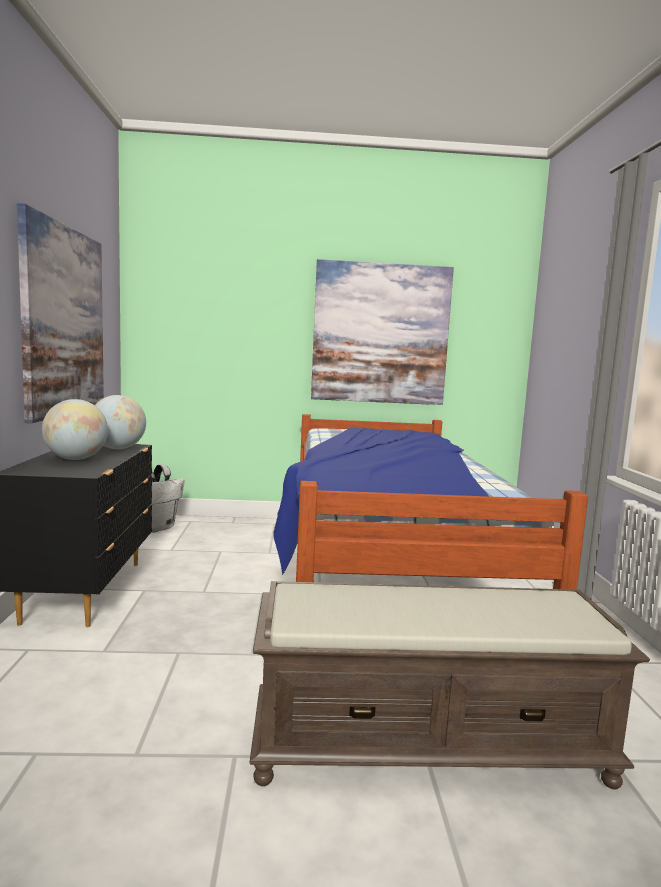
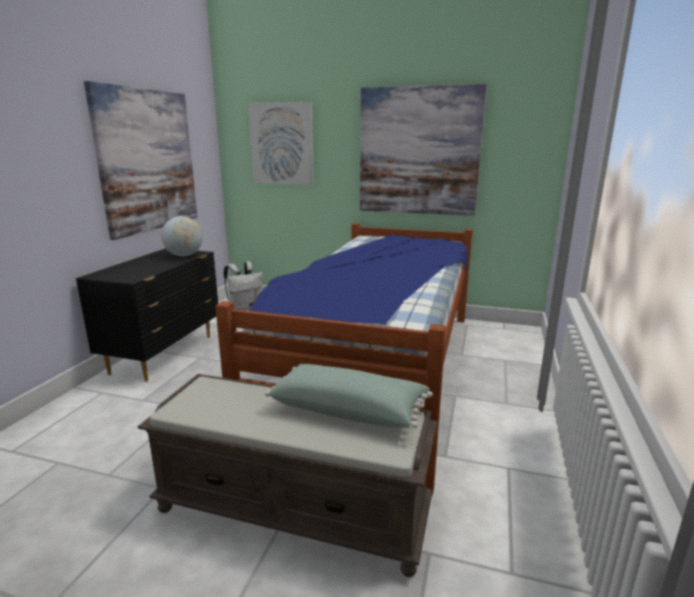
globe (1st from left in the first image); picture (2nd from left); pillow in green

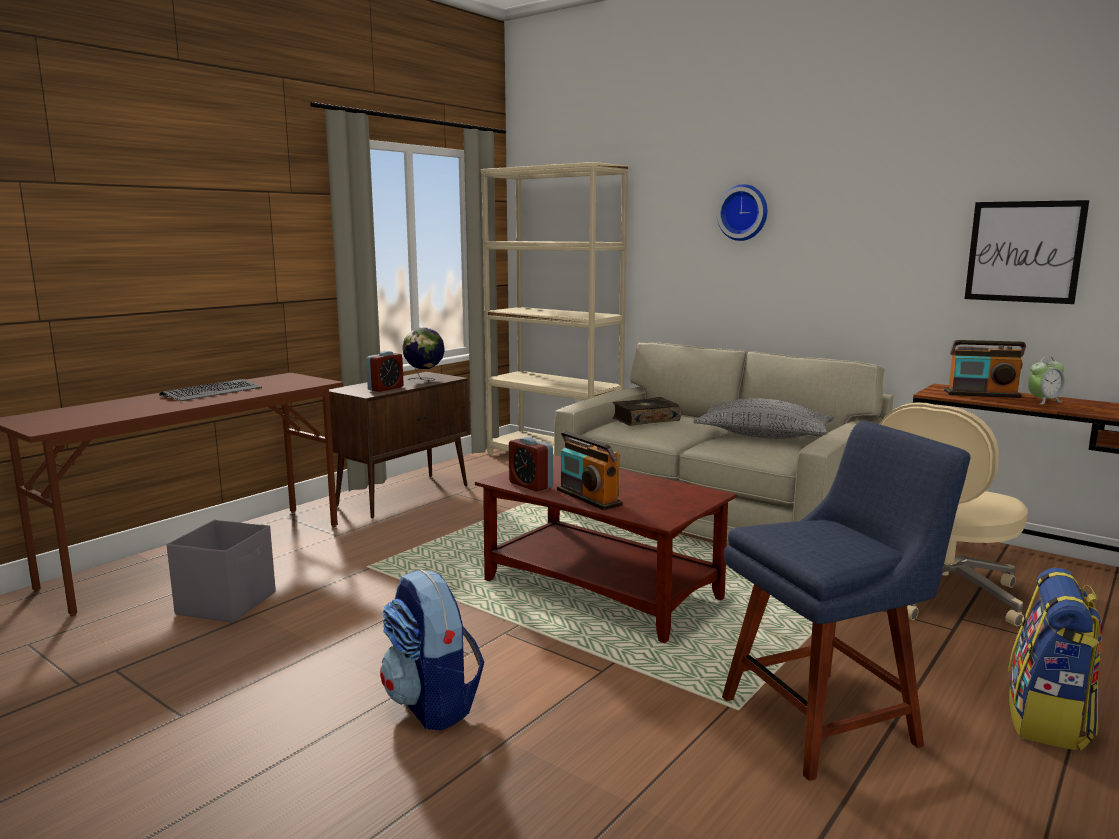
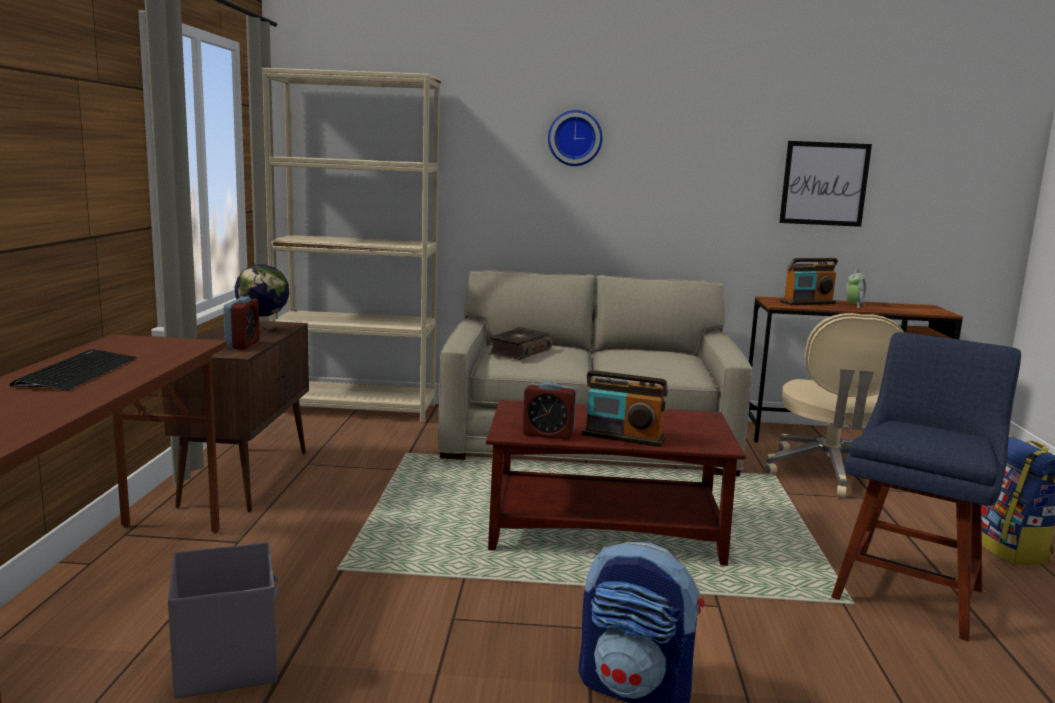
pillow in grey

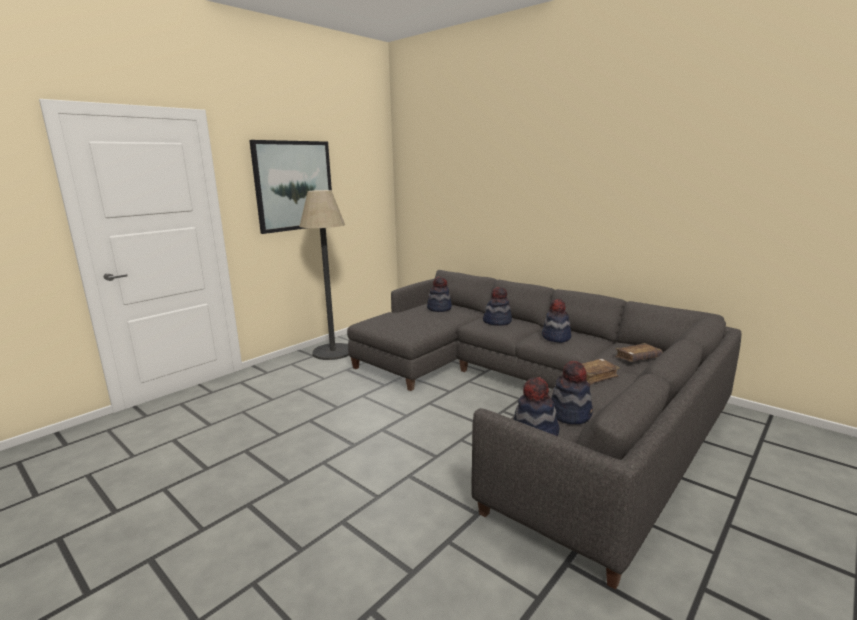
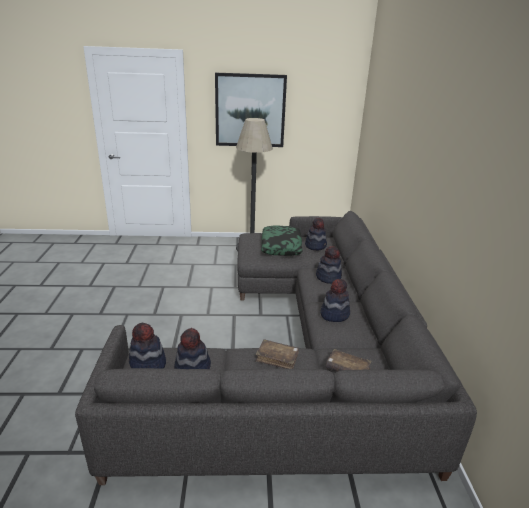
pillow

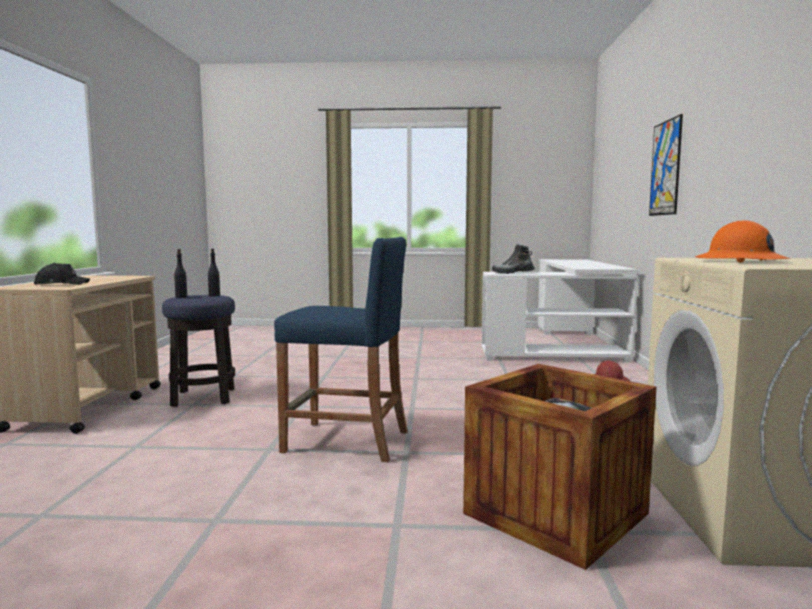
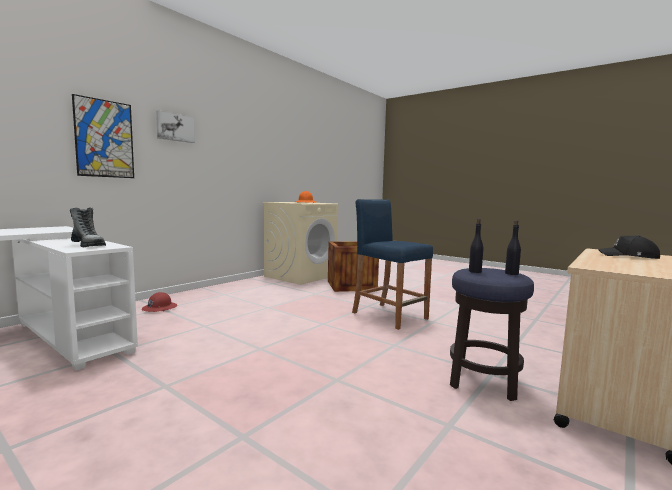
picture (2nd from left)

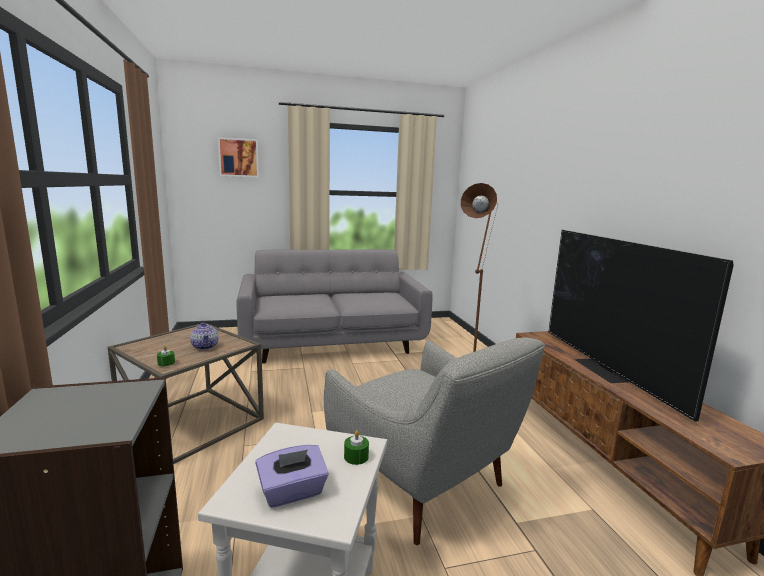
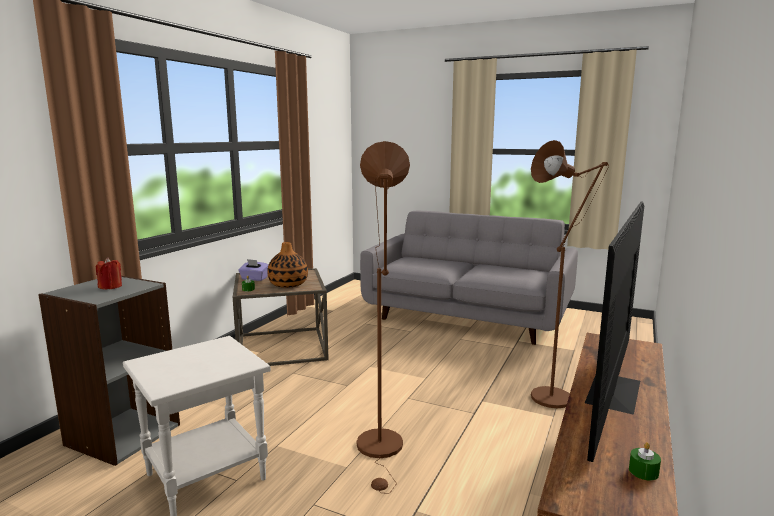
picture; candle in red; tissue box in purple; candle in green (2nd from left); vase; floor lamp in brown (1st from left)

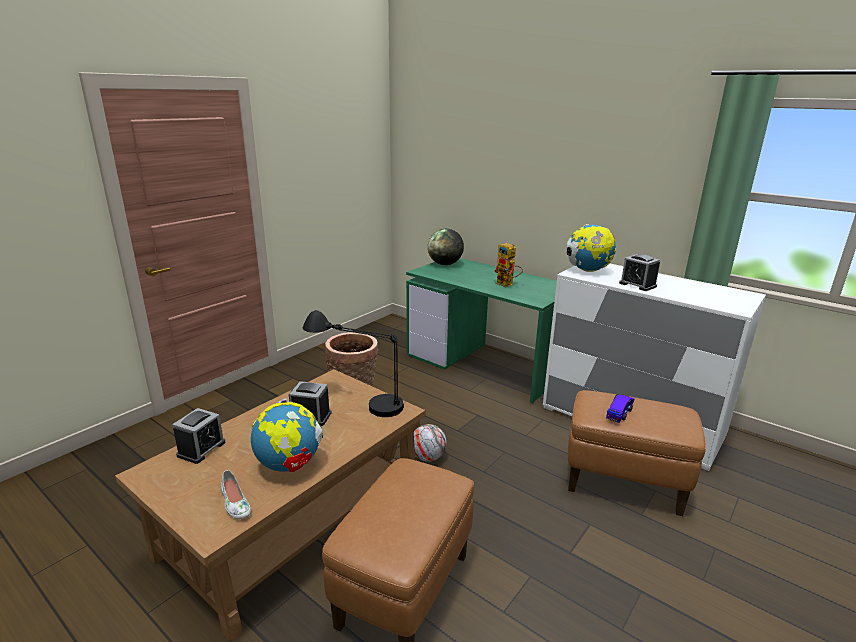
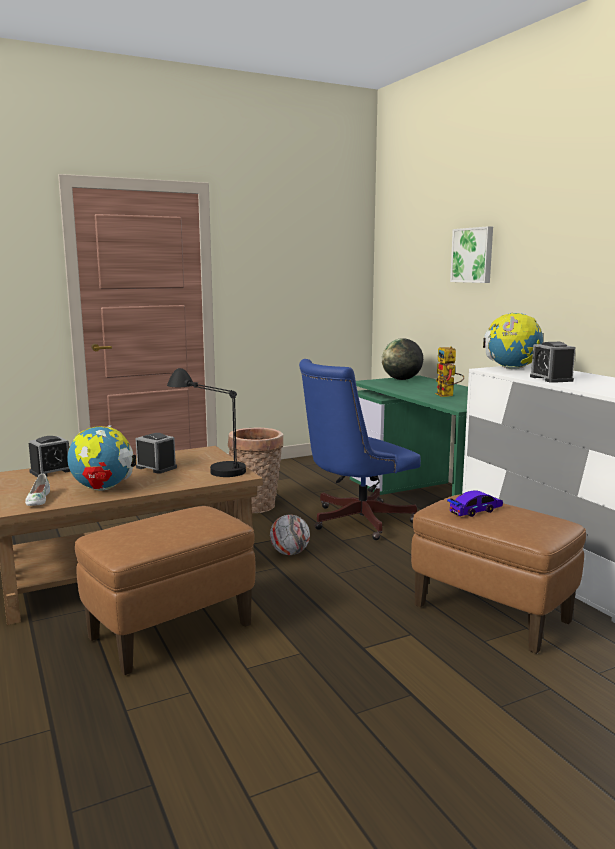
office chair in blue; picture

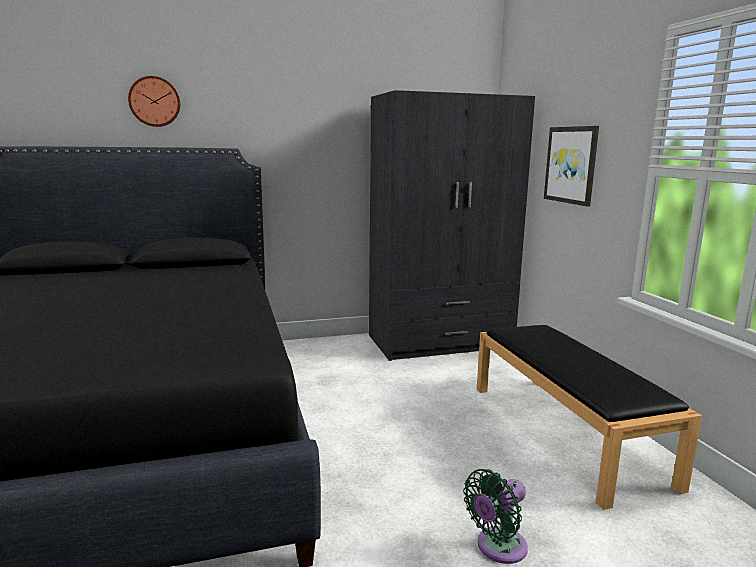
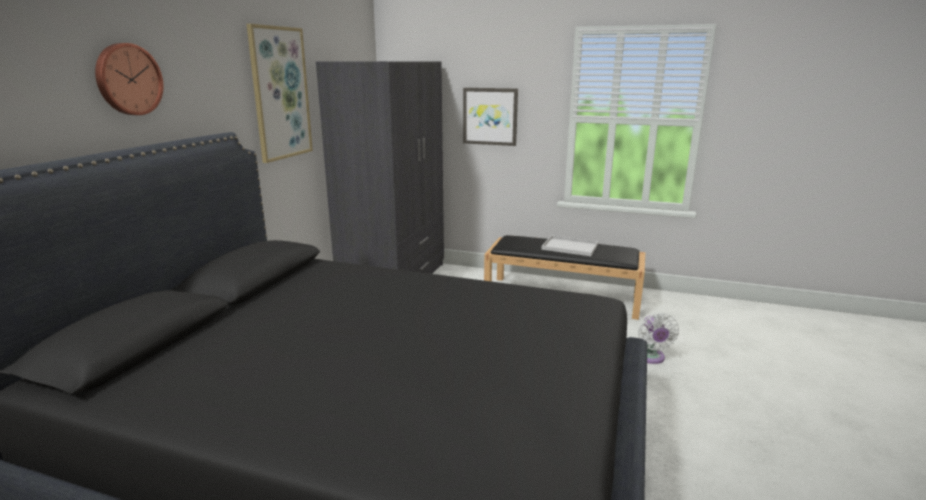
picture (1st from left); tray in white; fan in white

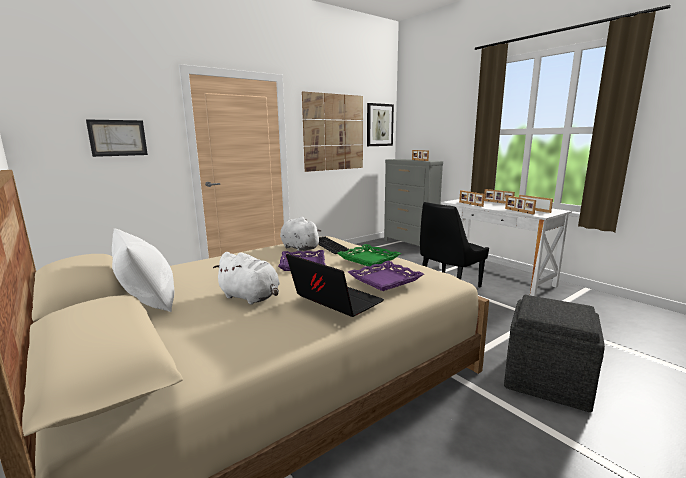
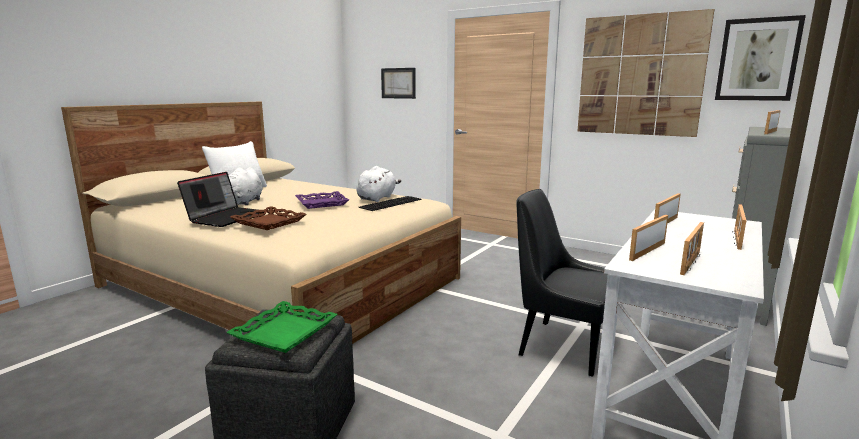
tray in green; tray in brown

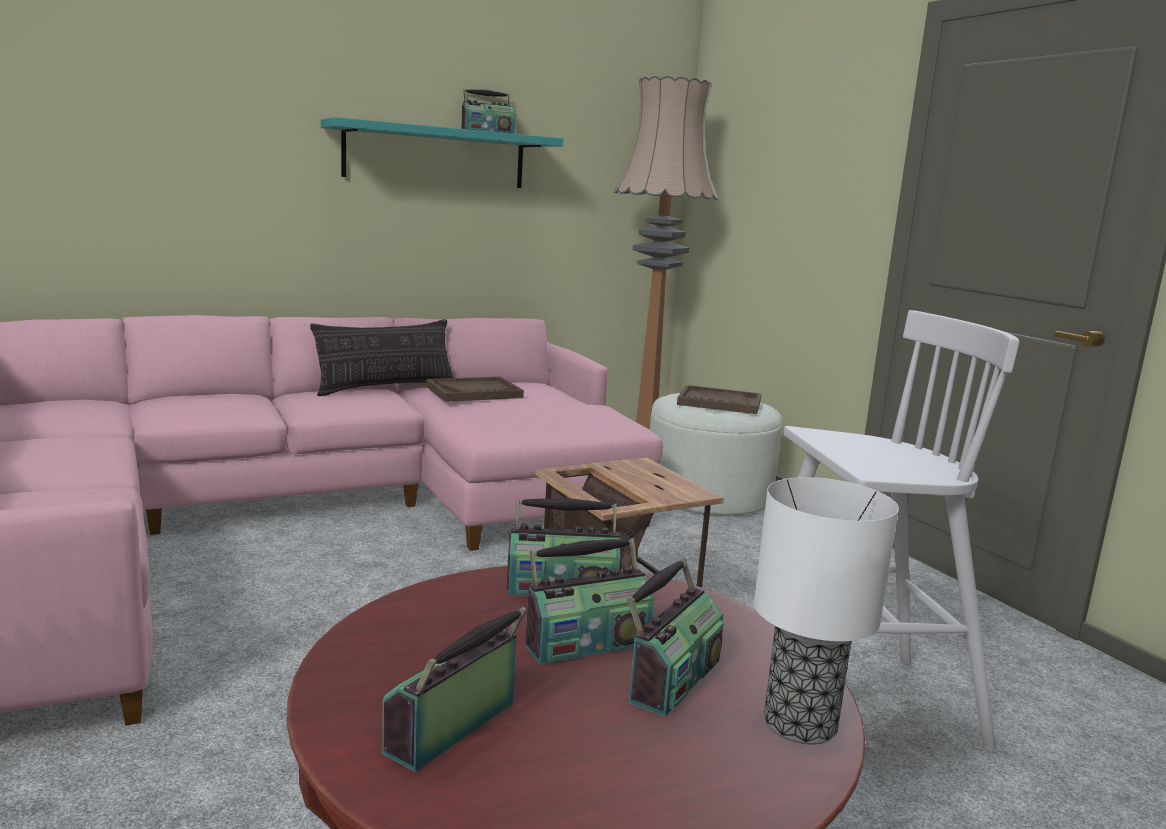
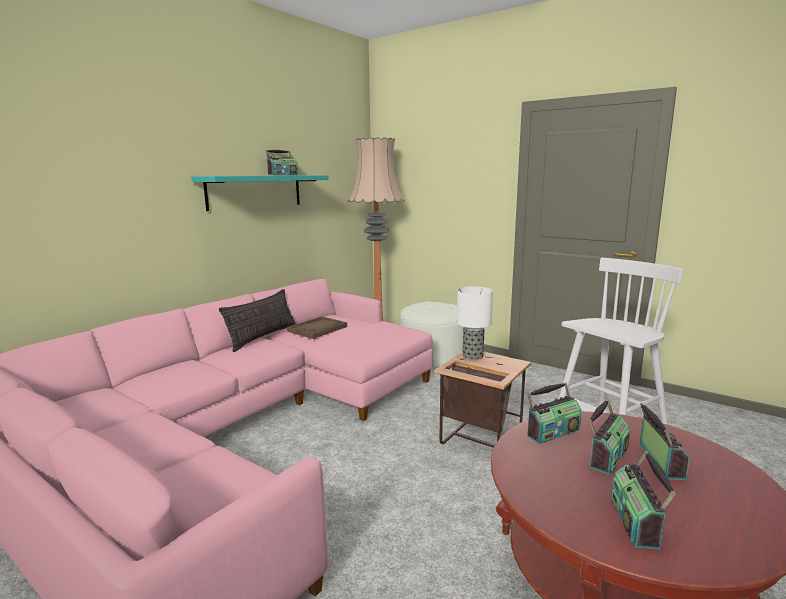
tray in brown (2nd from left in the first image); table lamp

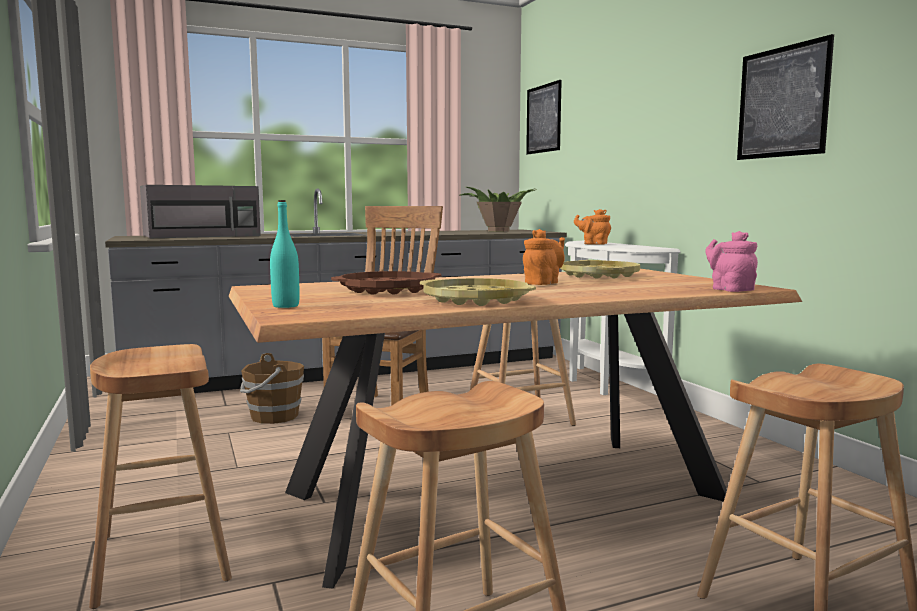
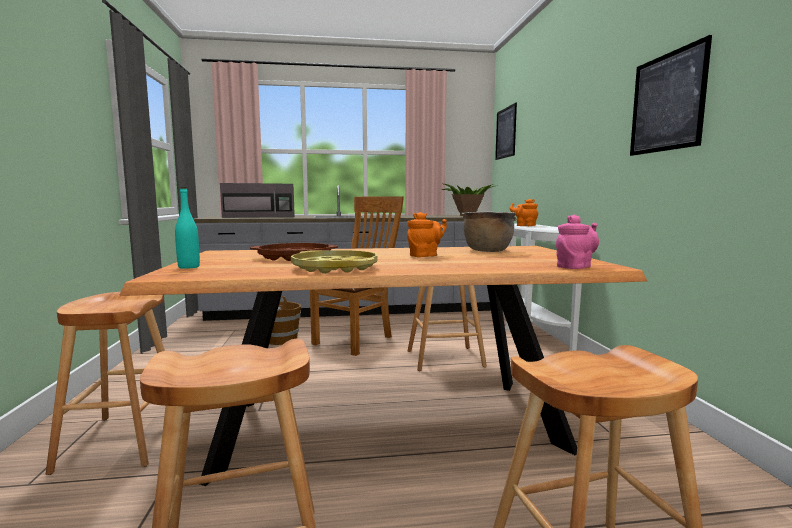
cooking pot in brown; teapot in pink

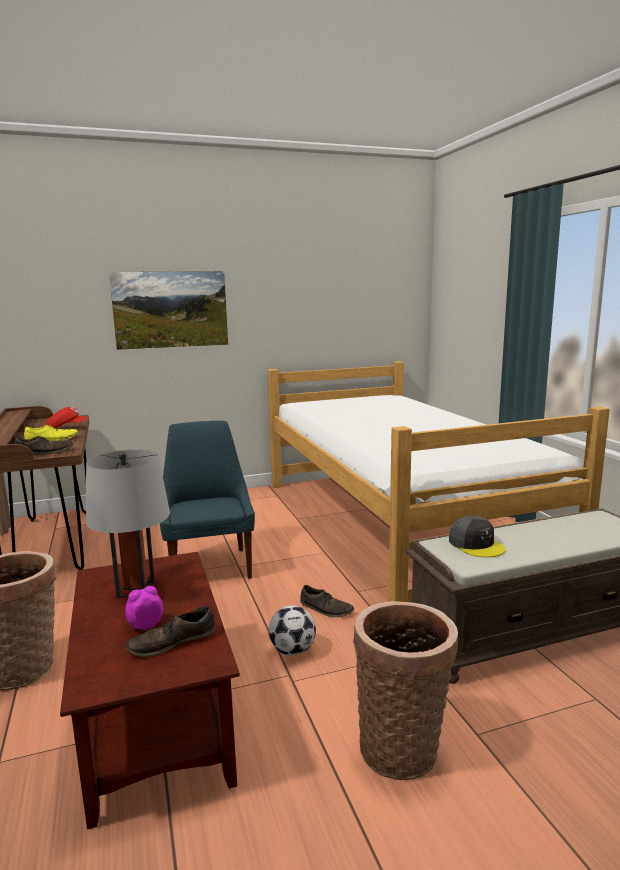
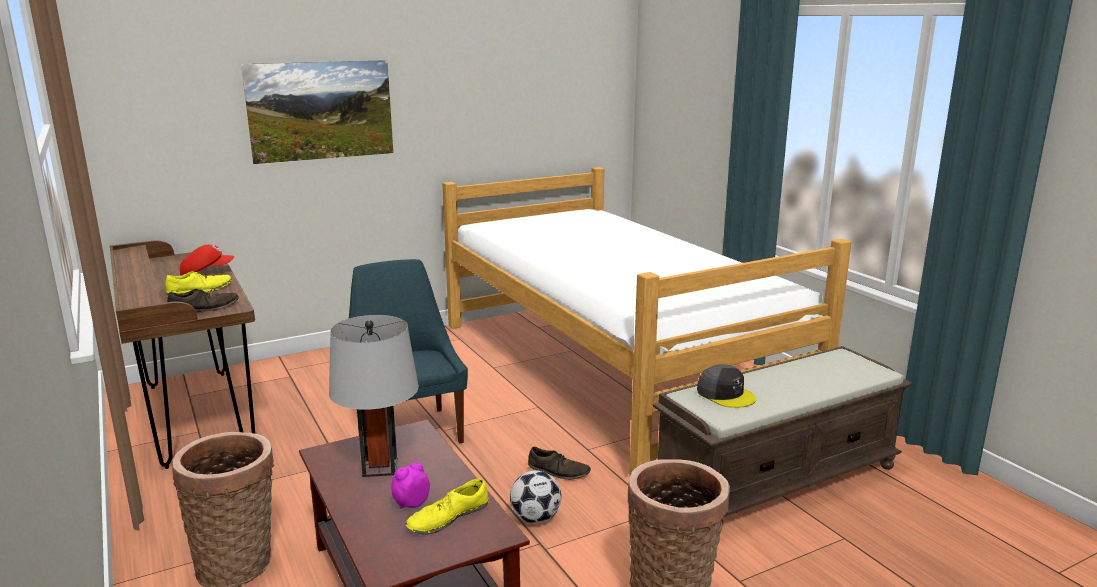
shoe in yellow (2nd from left)

